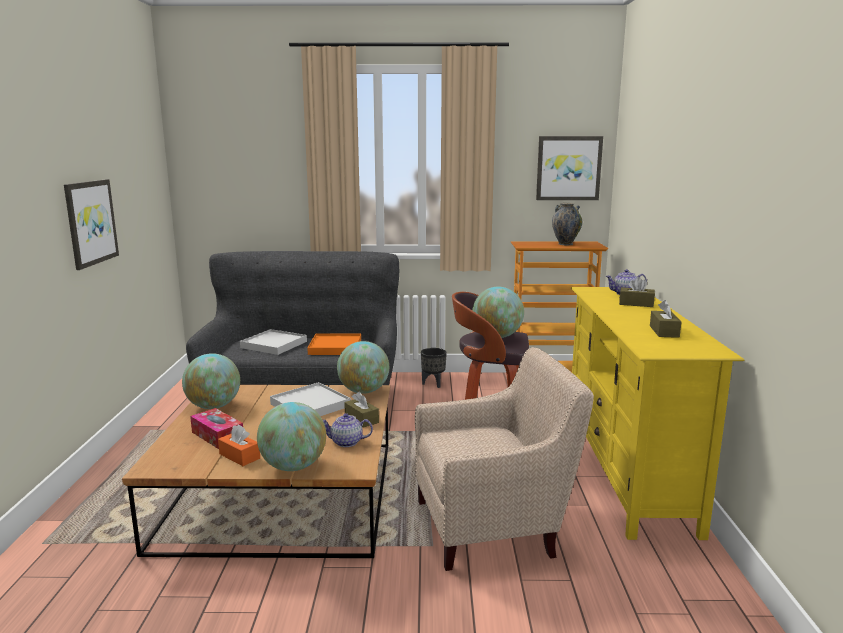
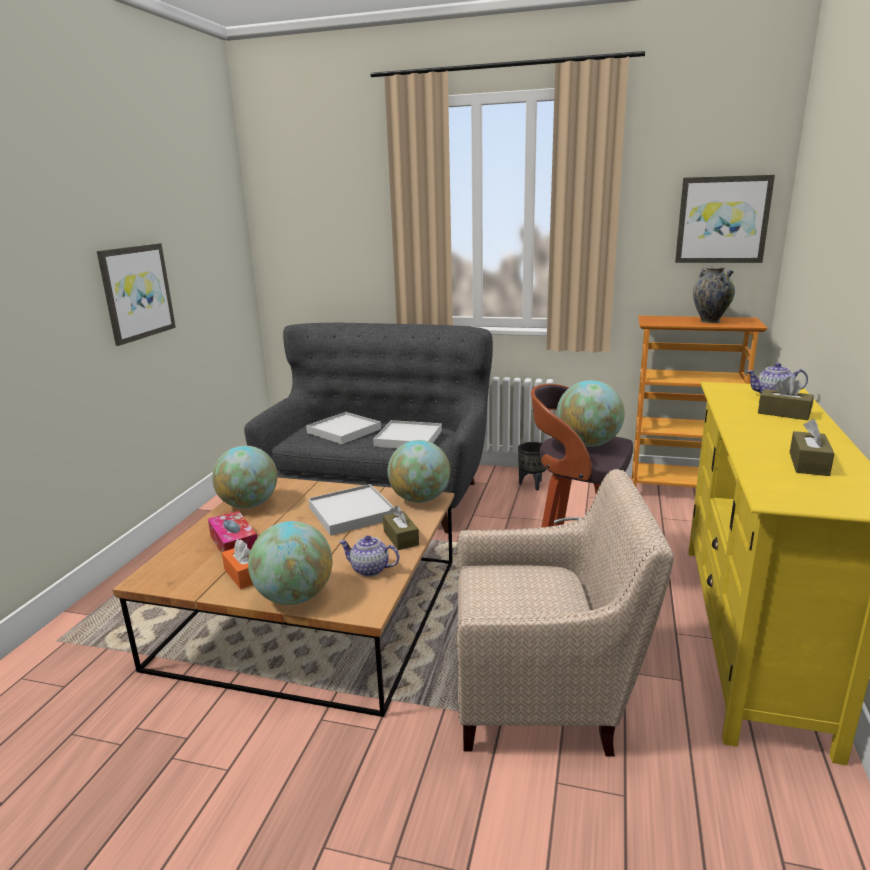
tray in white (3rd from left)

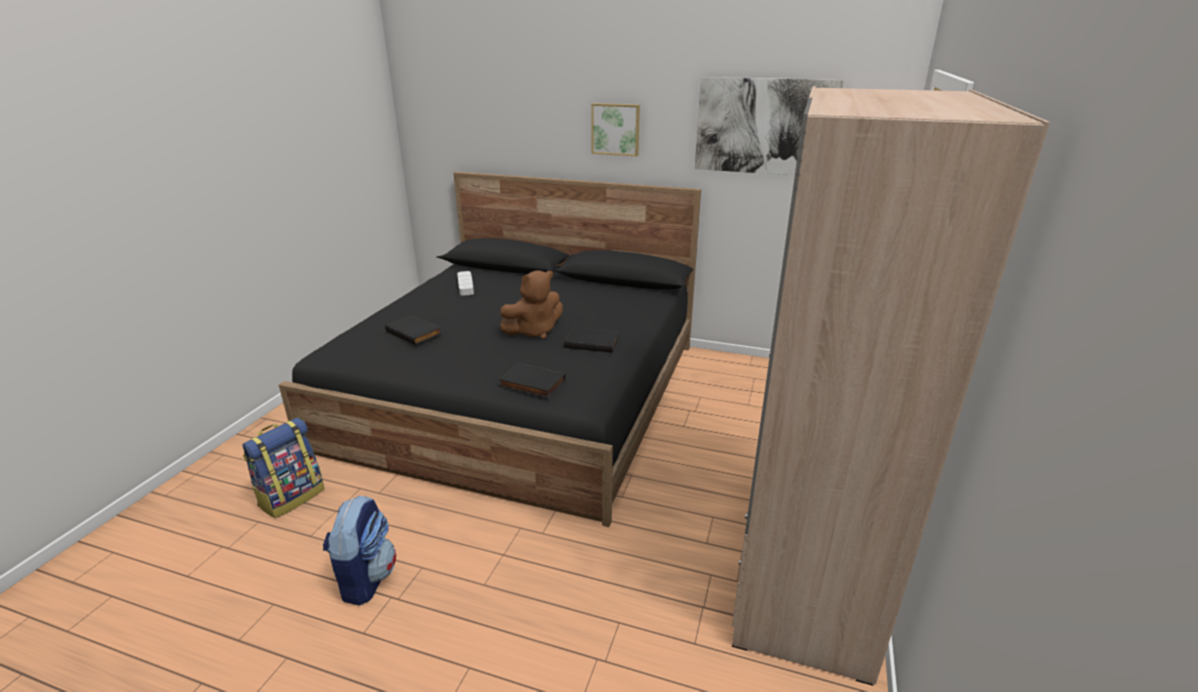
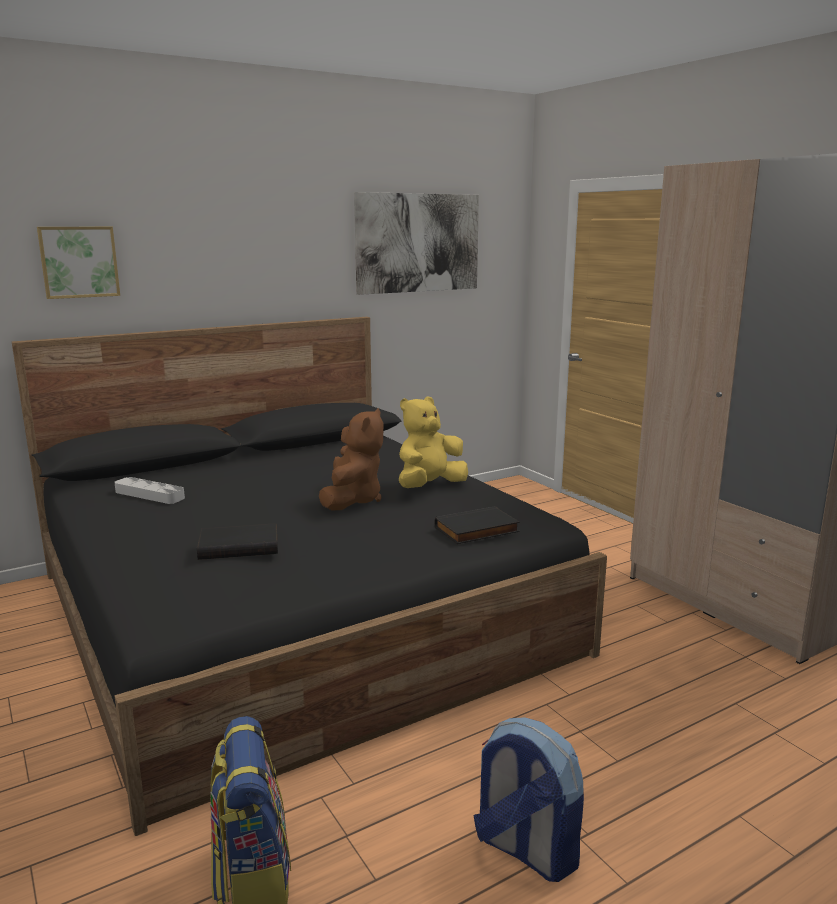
picture (1st from left); plush toy in yellow

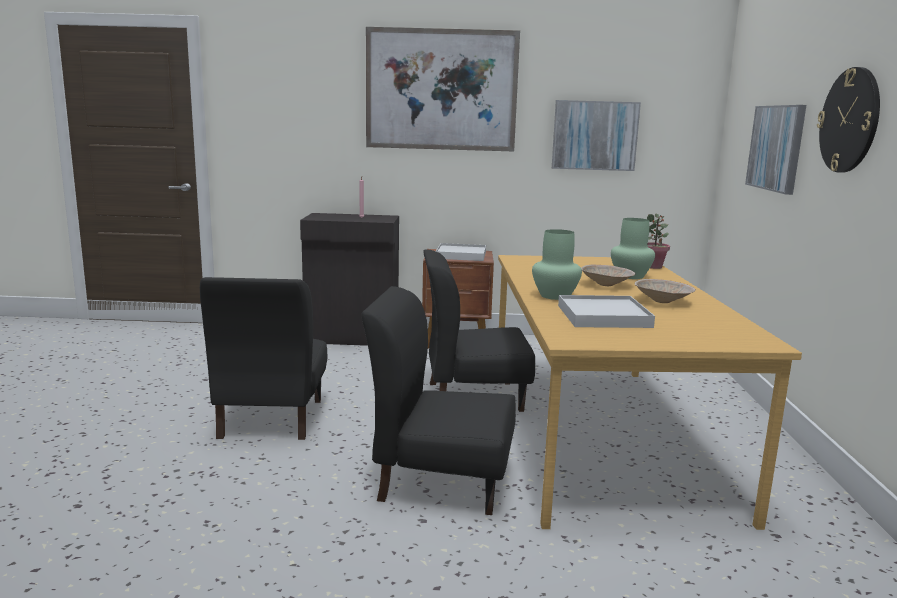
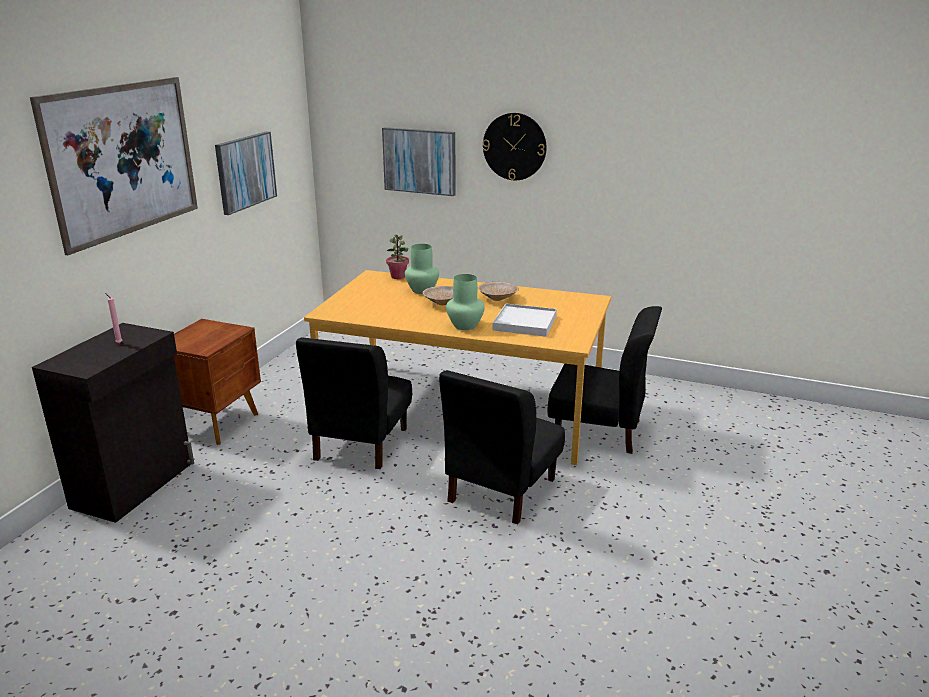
tray in white (1st from left in the first image); chair in black (3rd from left)

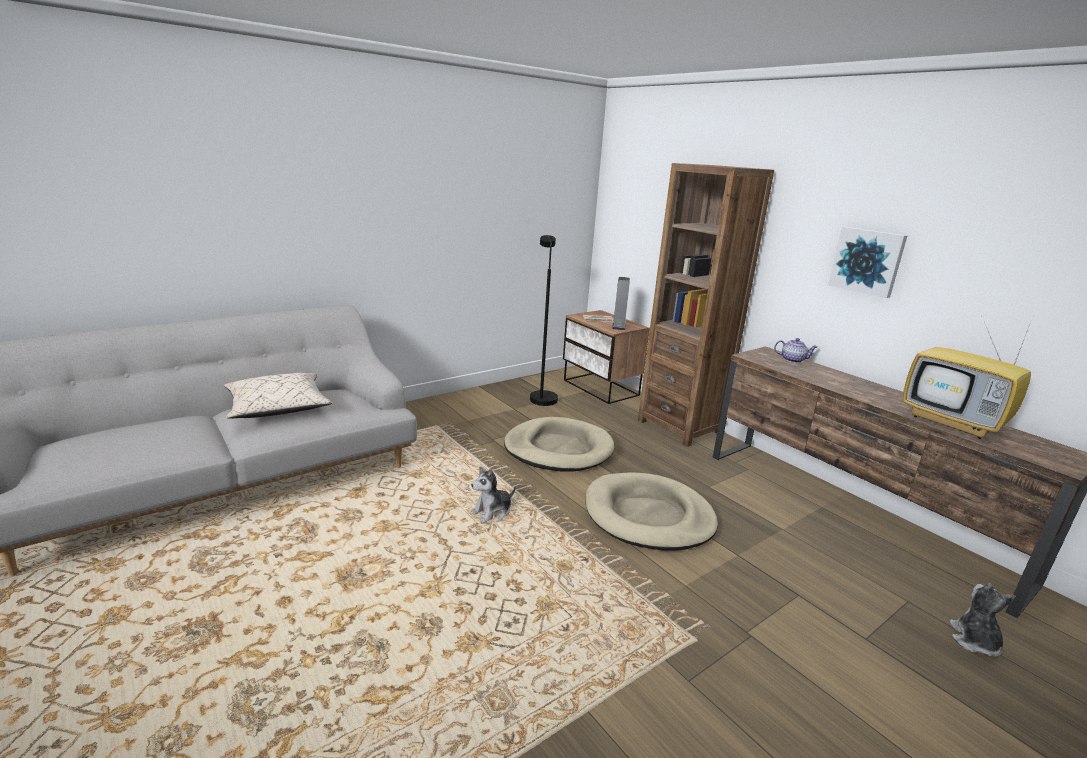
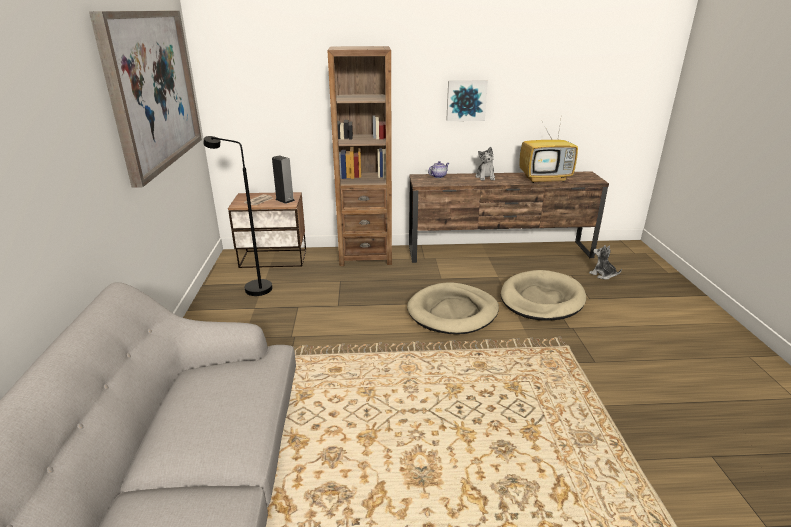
pillow in beige; picture (1st from left); plush toy (1st from left); dog bed in beige (2nd from left)

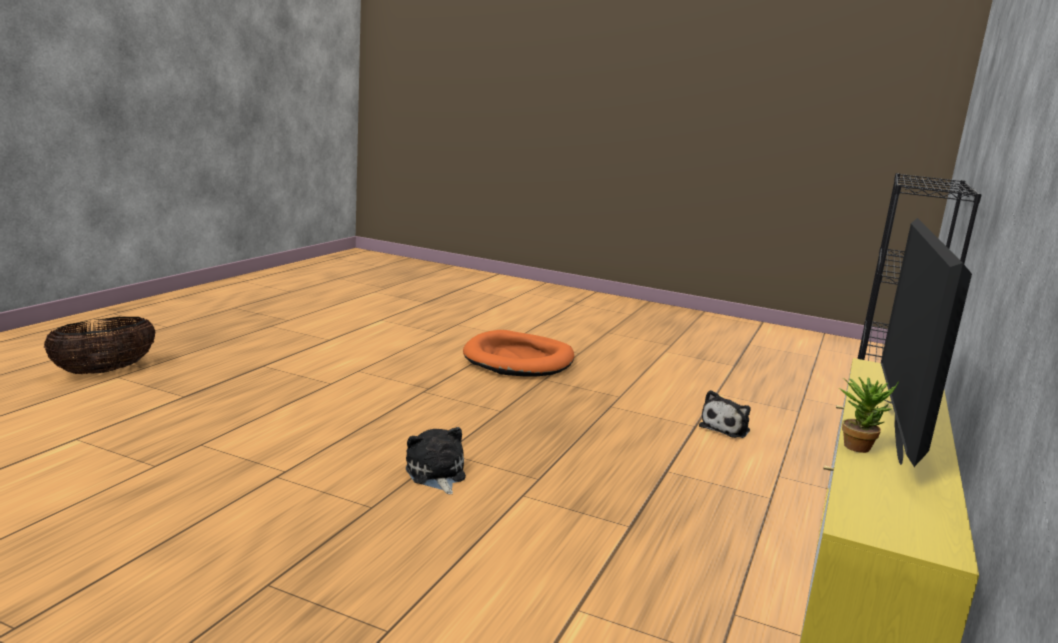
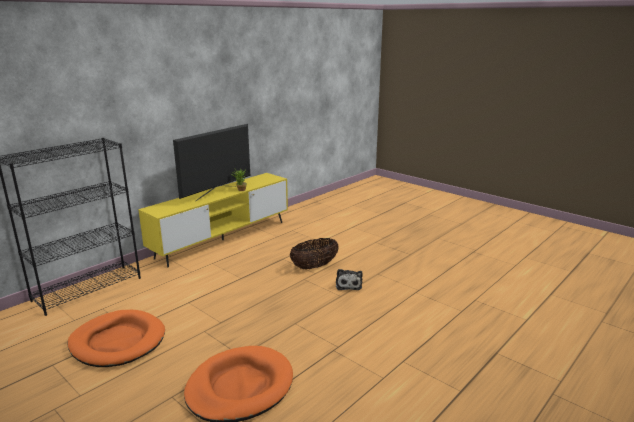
plush toy (2nd from left in the first image); dog bed in orange (1st from left); basket

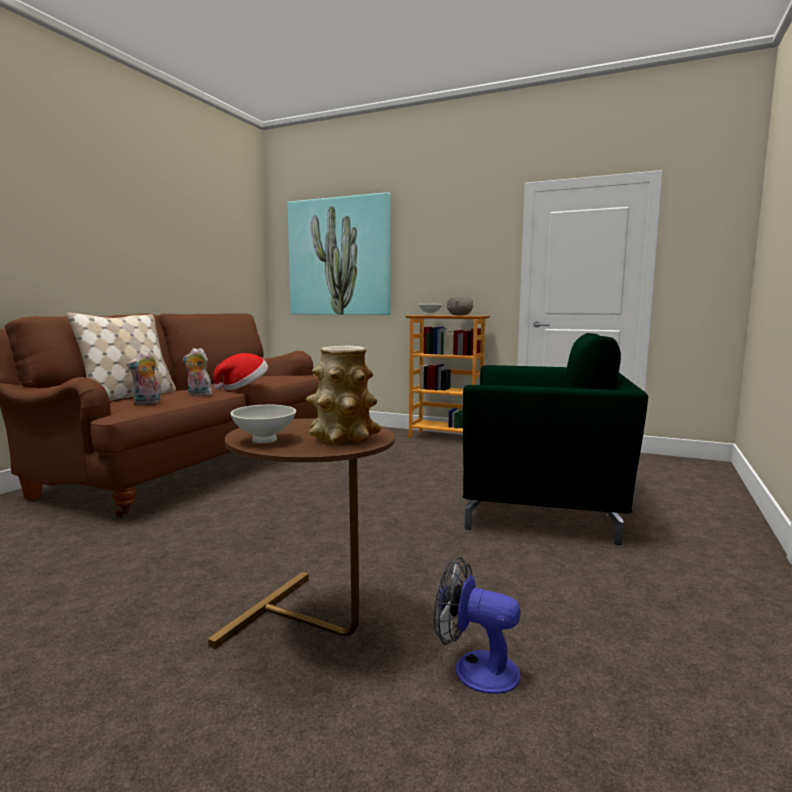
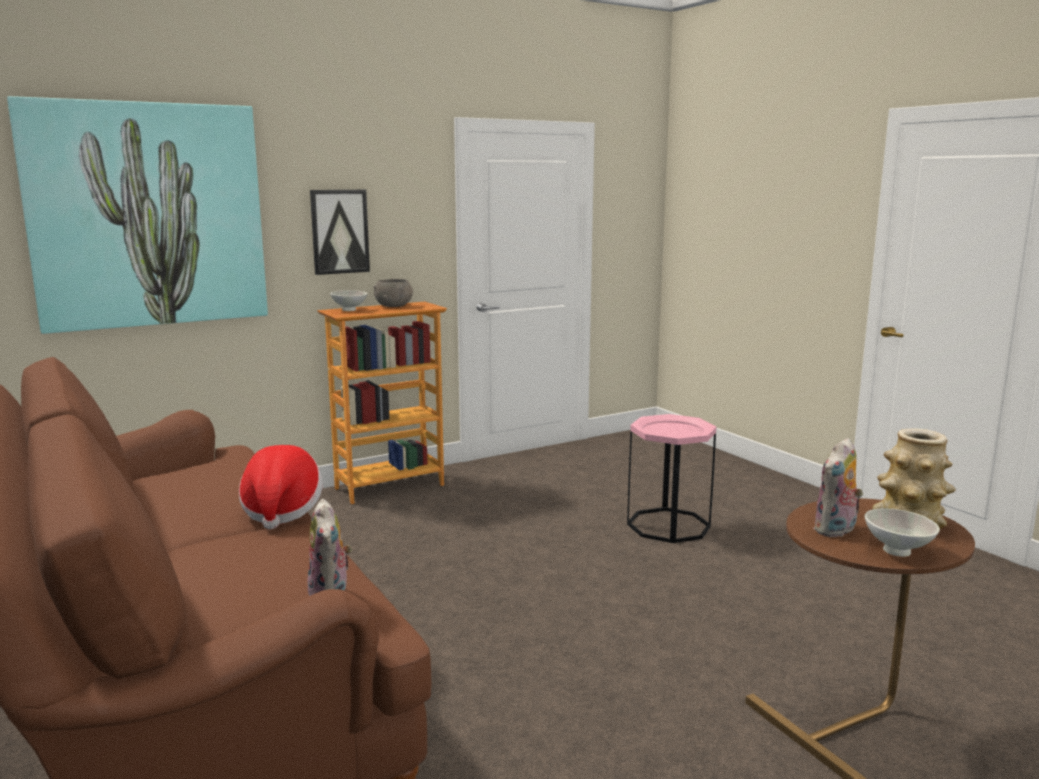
pillow in beige; fan; picture (2nd from left); plush toy (2nd from left); side table in pink

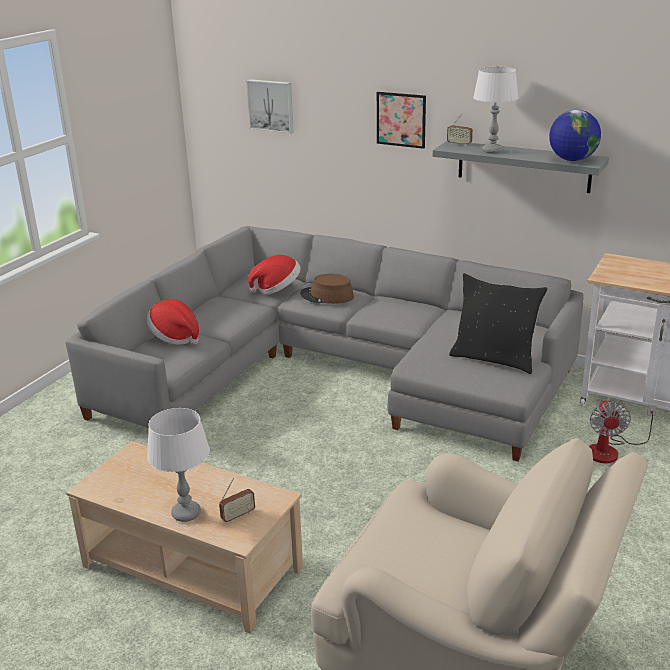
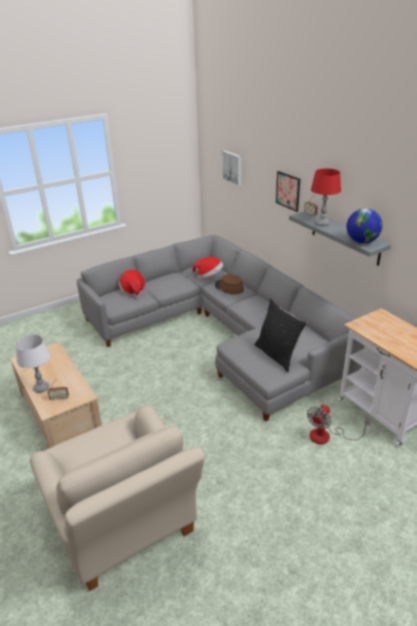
table lamp in red

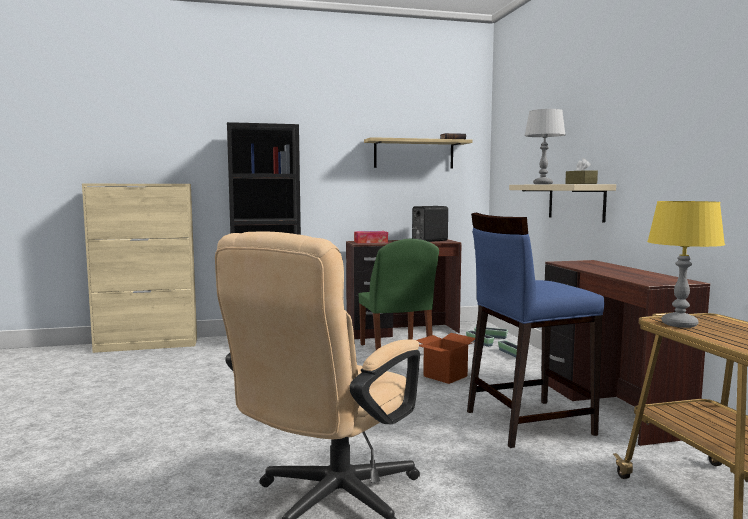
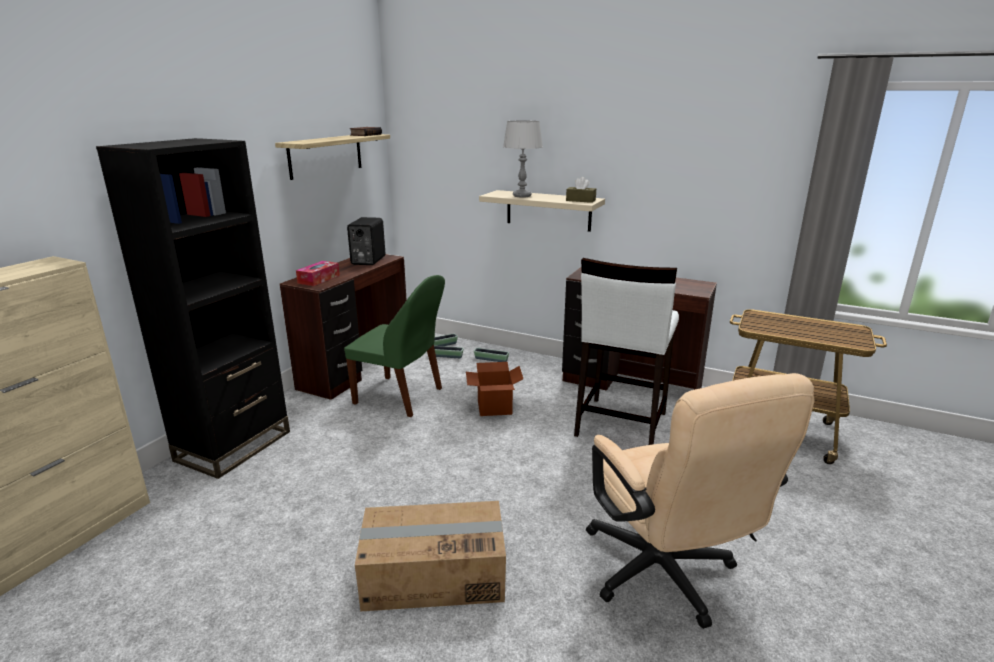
table lamp in yellow; cardboard box (1st from left); stool in white

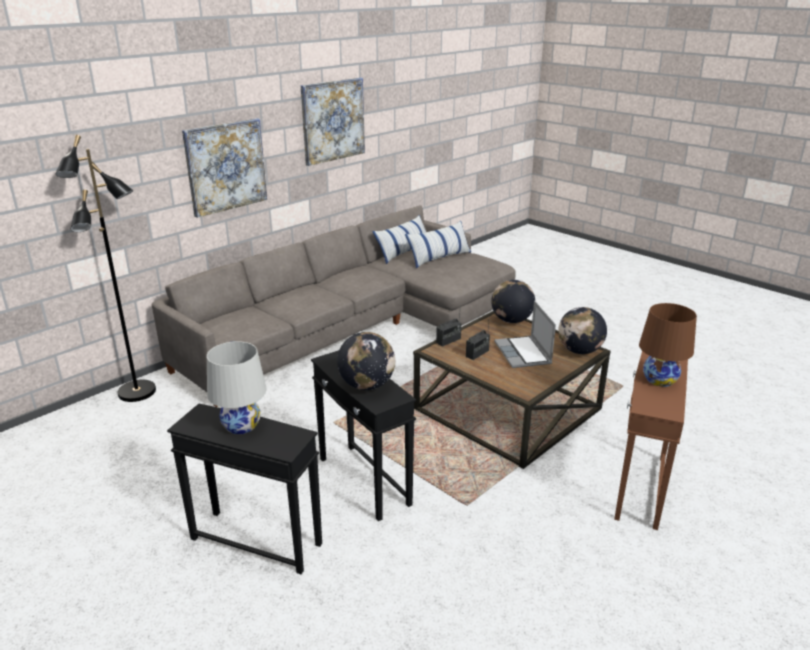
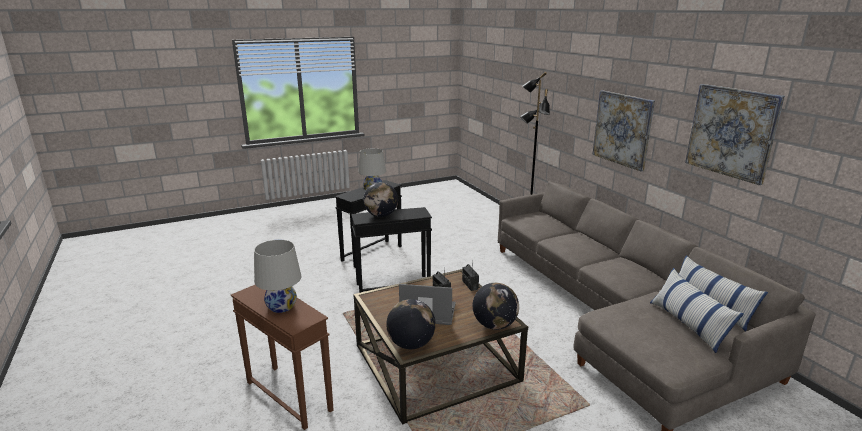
table lamp in white (1st from left)

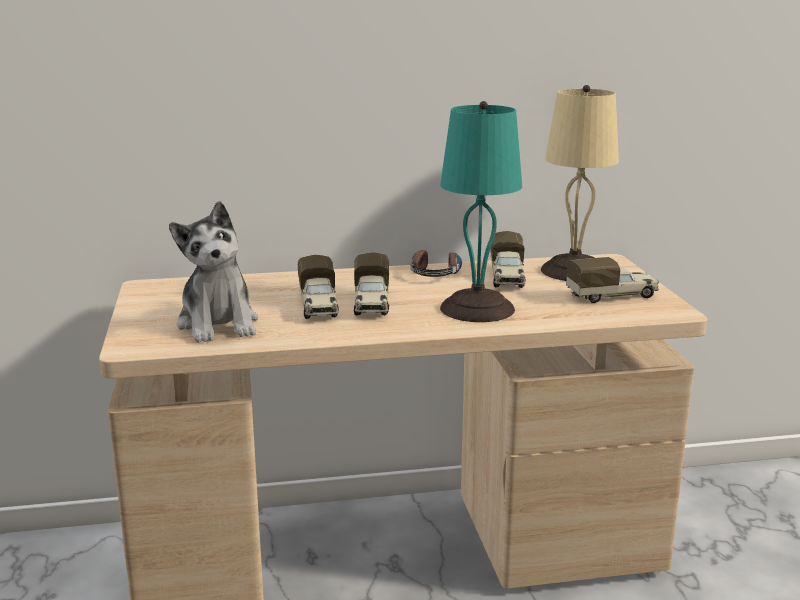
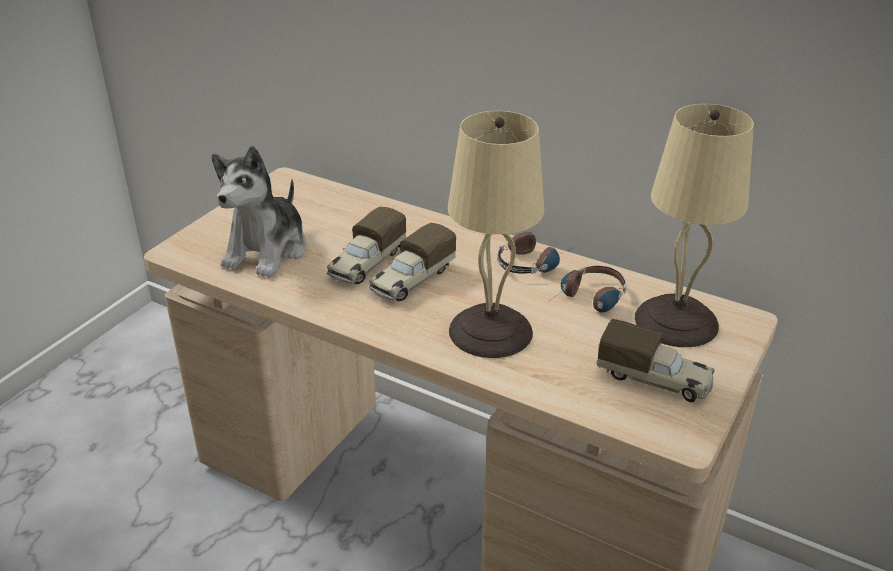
headphones (2nd from left); table lamp in beige (1st from left)

